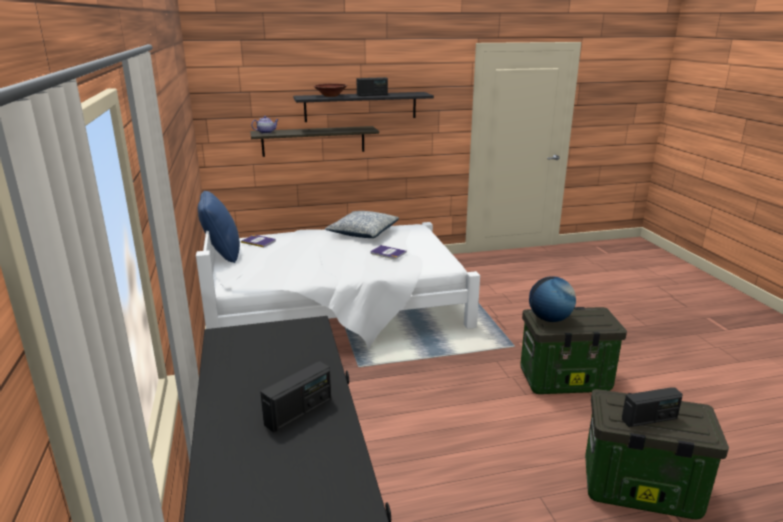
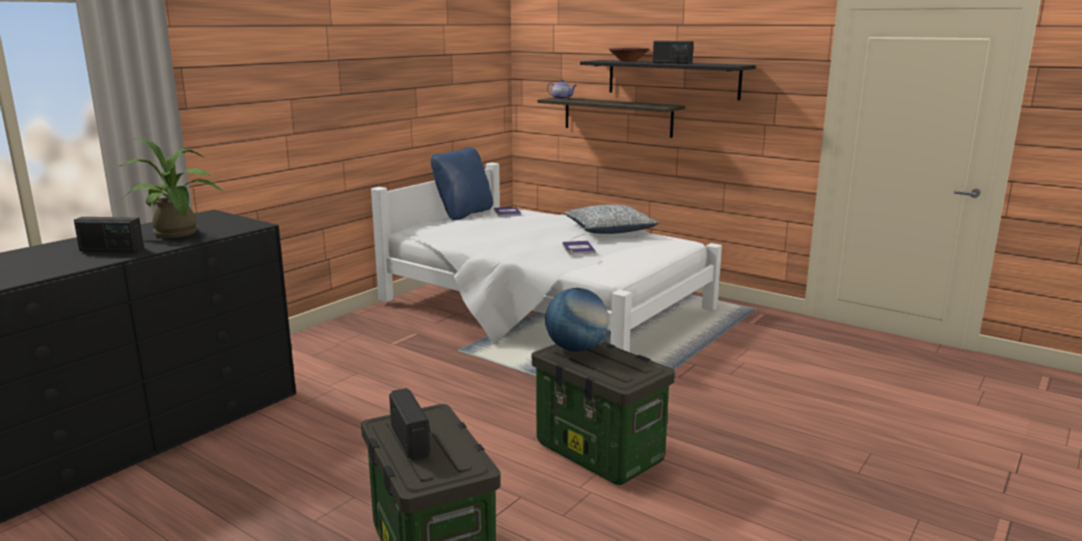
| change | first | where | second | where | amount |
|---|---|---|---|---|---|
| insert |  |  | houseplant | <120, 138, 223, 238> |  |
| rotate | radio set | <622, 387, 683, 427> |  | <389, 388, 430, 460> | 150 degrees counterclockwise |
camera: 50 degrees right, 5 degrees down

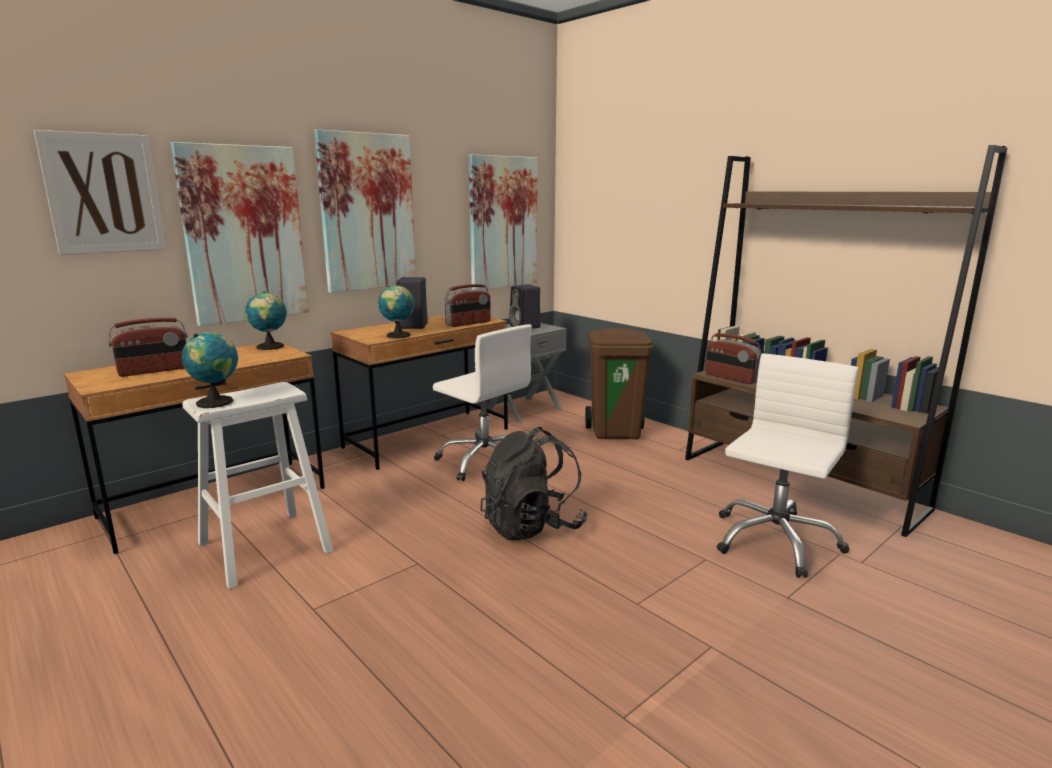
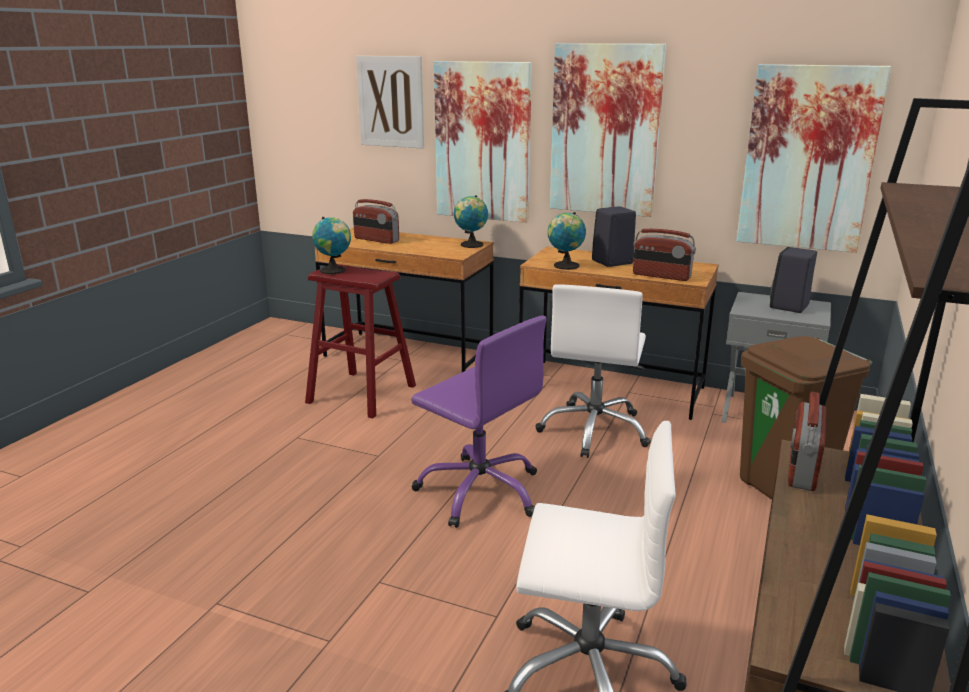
| change | first | where | second | where | amount |
|---|---|---|---|---|---|
| replace | black-coloured rucksack | <480, 427, 588, 540> | purple office chair | <411, 316, 546, 528> |  |
| recolor | white stool | <182, 382, 333, 589> | reddish stool | <305, 264, 416, 418> |  |
camera: 65 degrees right, 5 degrees up

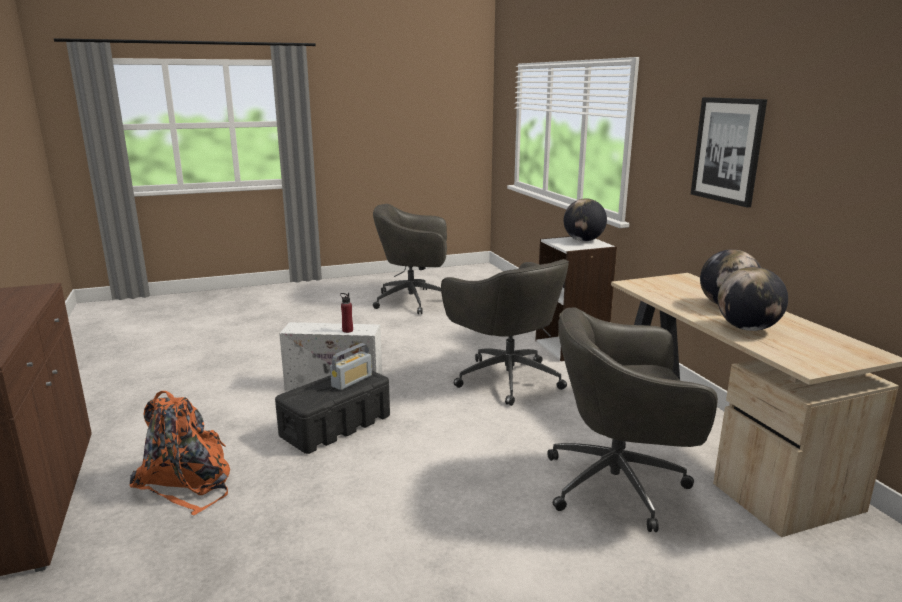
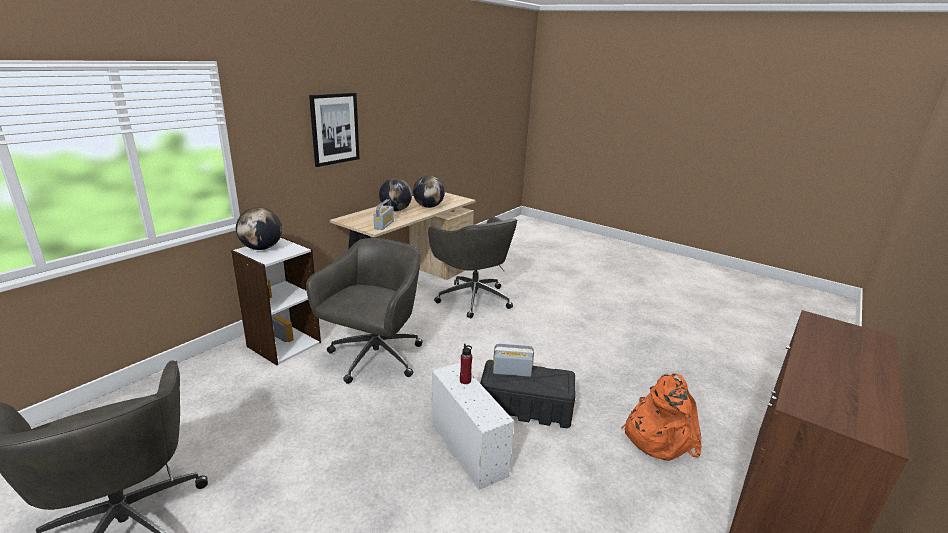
| change | first | where | second | where | amount |
|---|---|---|---|---|---|
| insert |  |  | radio set | <374, 199, 394, 230> |  |
camera: 125 degrees left, 5 degrees up

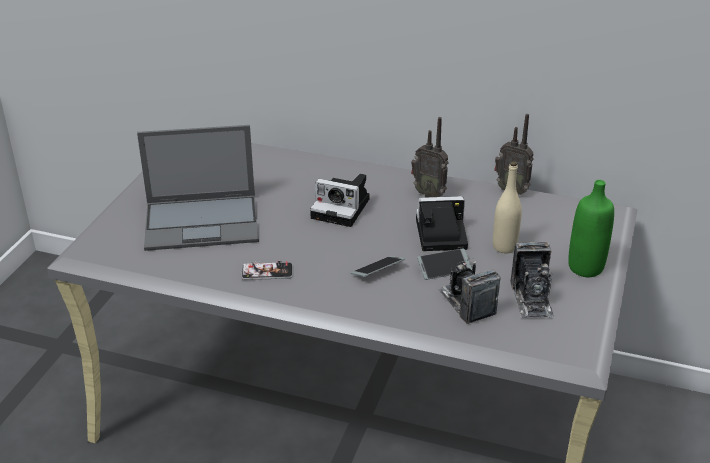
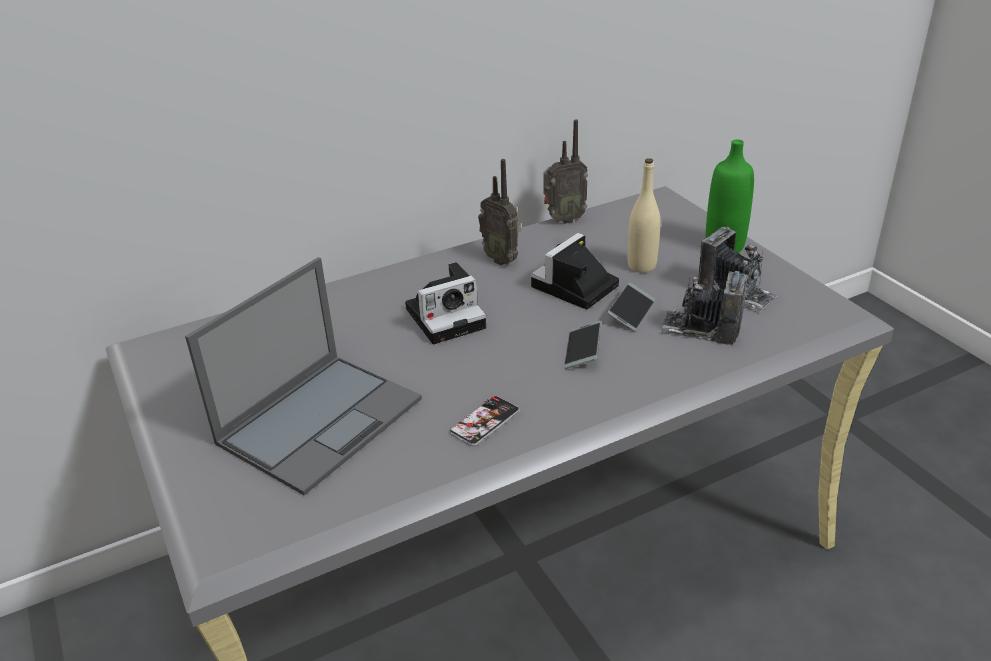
| change | first | where | second | where | amount |
|---|---|---|---|---|---|
| rotate | radio set | <411, 117, 448, 197> |  | <478, 159, 521, 265> | 60 degrees clockwise |
camera: 45 degrees left, 0 degrees up

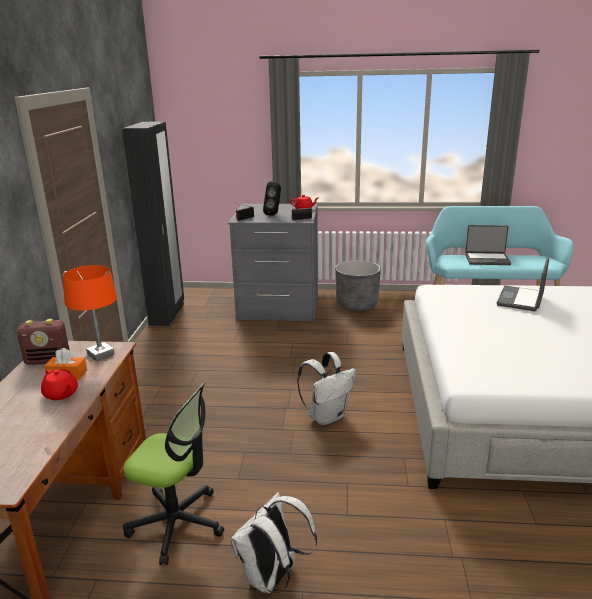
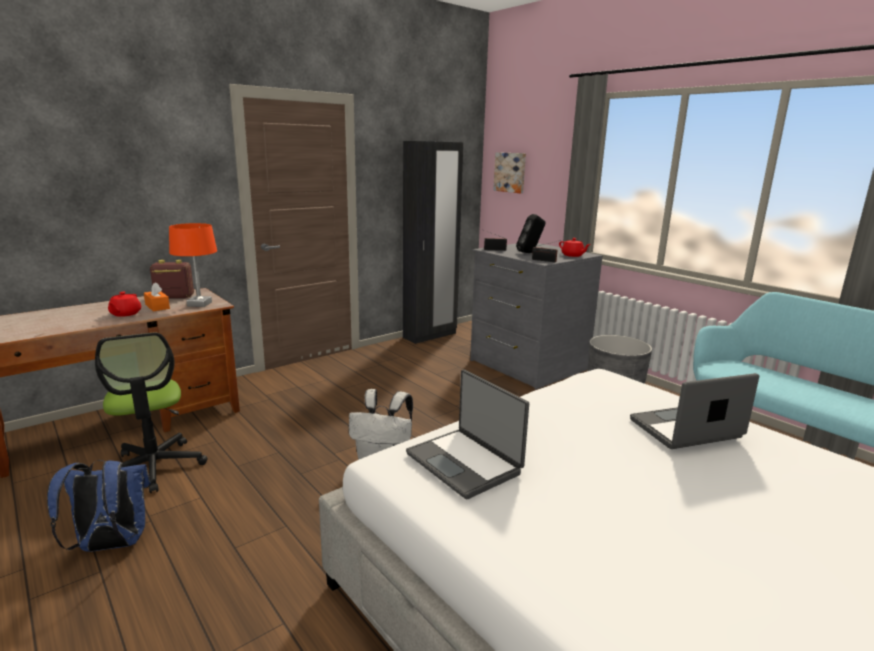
| change | first | where | second | where | amount |
|---|---|---|---|---|---|
| insert |  |  | wall picture | <493, 152, 526, 193> |  |
| move | notebook computer | <465, 225, 511, 265> |  | <406, 369, 529, 500> |  |
| recolor | white rucksack | <230, 492, 317, 593> | blue rucksack | <47, 460, 151, 552> |  |
| rotate | radio set | <17, 319, 70, 365> |  | <150, 260, 194, 299> | 135 degrees clockwise |
camera: 45 degrees right, 5 degrees down

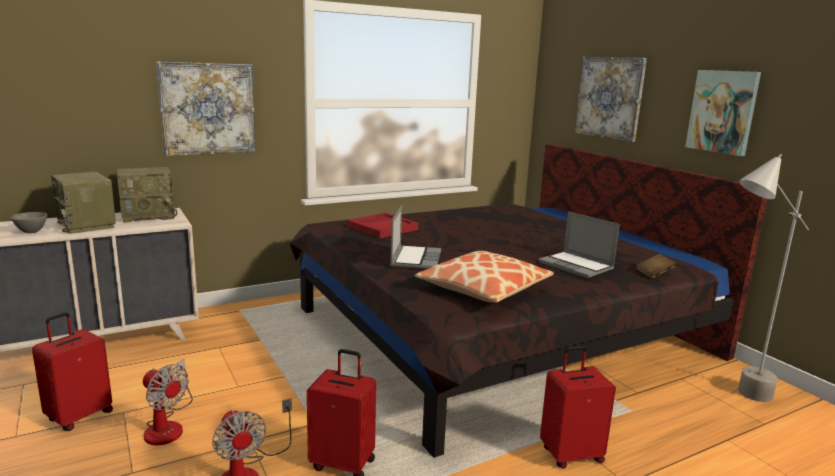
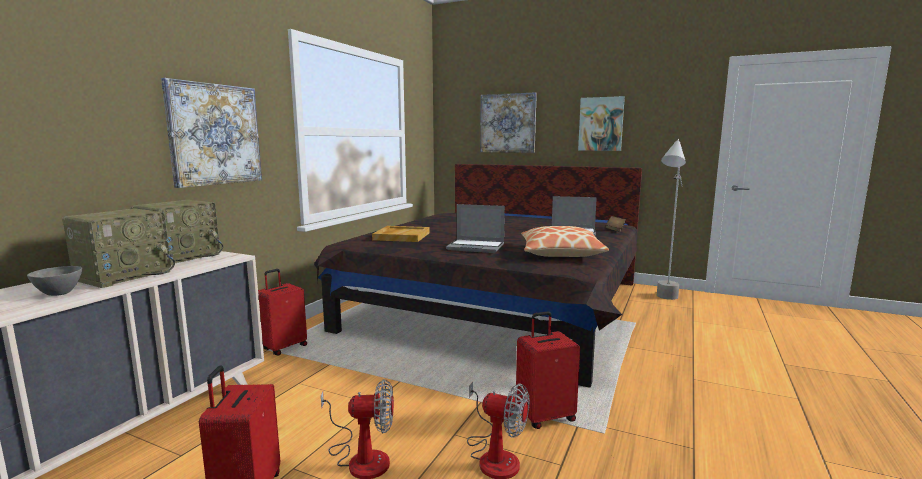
| change | first | where | second | where | amount |
|---|---|---|---|---|---|
| move | reddish travel case | <540, 346, 616, 469> |  | <258, 269, 307, 356> |  |
| recolor | reddish serving tray | <347, 213, 418, 238> | beige-coloured serving tray | <372, 226, 430, 242> |  |
| rotate | radio set | <51, 171, 116, 234> |  | <62, 209, 175, 288> | 75 degrees counterclockwise |
| rotate | notebook computer | <390, 205, 441, 269> |  | <446, 204, 505, 253> | 135 degrees clockwise |
camera: 35 degrees left, 5 degrees down

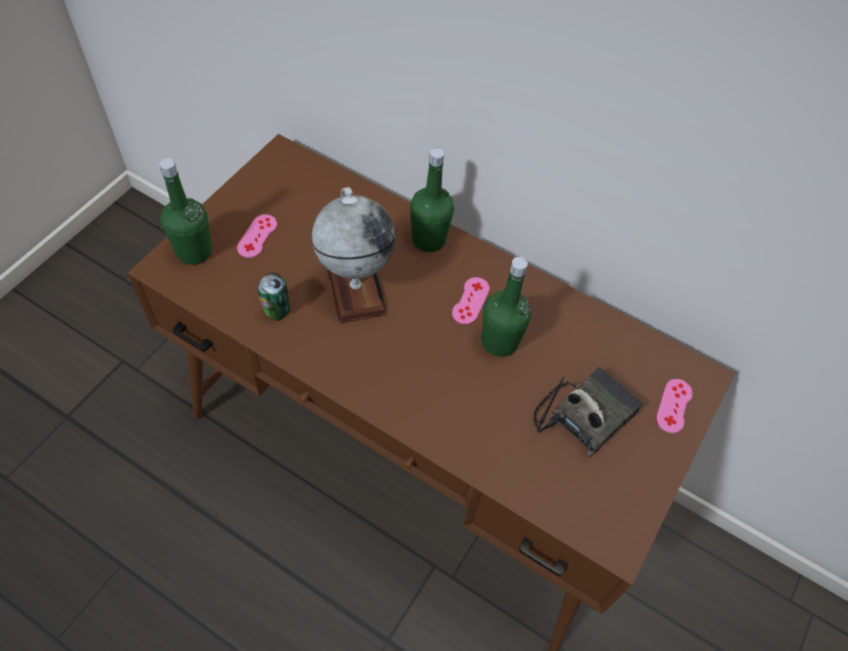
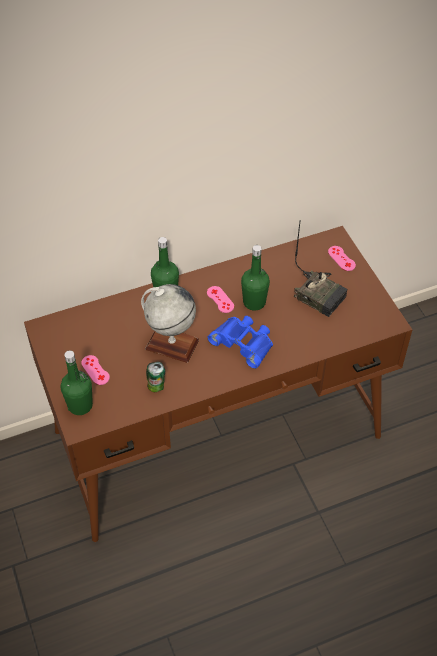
| change | first | where | second | where | amount |
|---|---|---|---|---|---|
| insert |  |  | blue field glasses | <207, 316, 273, 369> |  |
| rotate | radio set | <533, 367, 643, 457> |  | <294, 222, 347, 317> | 135 degrees clockwise |
camera: 50 degrees left, 5 degrees down

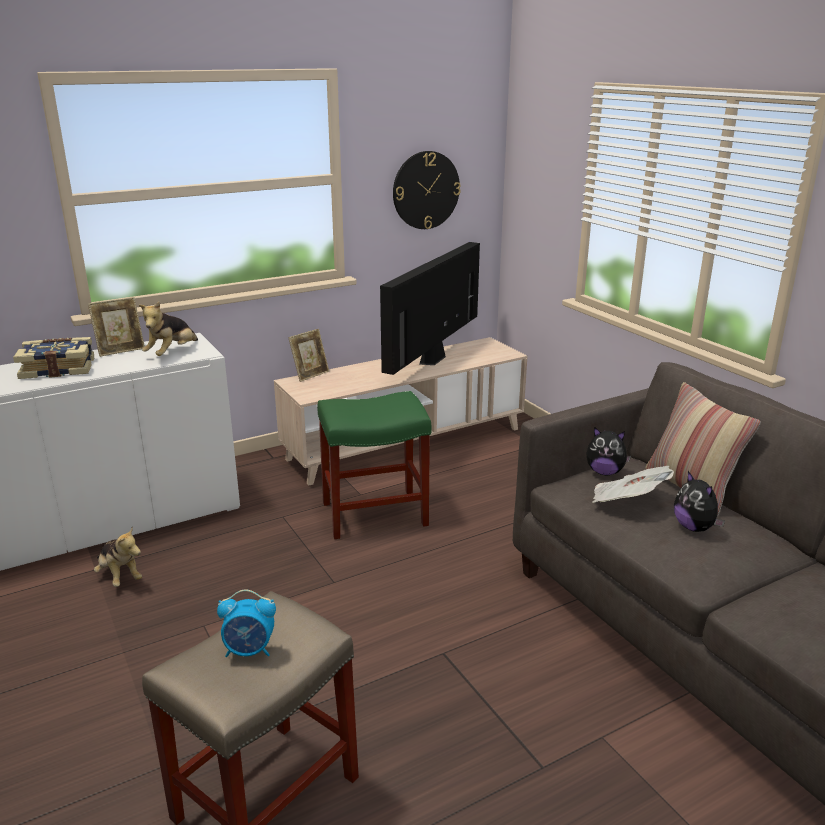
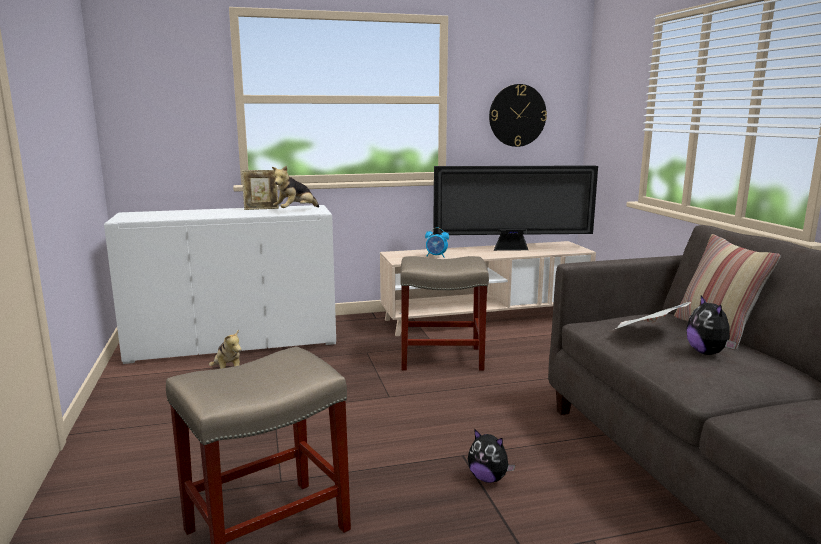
| change | first | where | second | where | amount |
|---|---|---|---|---|---|
| delete | volume | <13, 337, 94, 379> |  |  |  |
| delete | photo frame | <288, 329, 329, 382> |  |  |  |
| move | table clock | <217, 589, 276, 657> |  | <425, 227, 449, 257> |  |
| move | cuddly toy | <586, 427, 631, 475> |  | <468, 429, 515, 483> |  |
| recolor | green-coloured stool | <317, 391, 432, 539> | beige-coloured stool | <400, 256, 489, 371> |  |
| rotate | TV set | <380, 242, 480, 375> |  | <433, 165, 598, 251> | 135 degrees counterclockwise |
camera: 15 degrees right, 10 degrees down

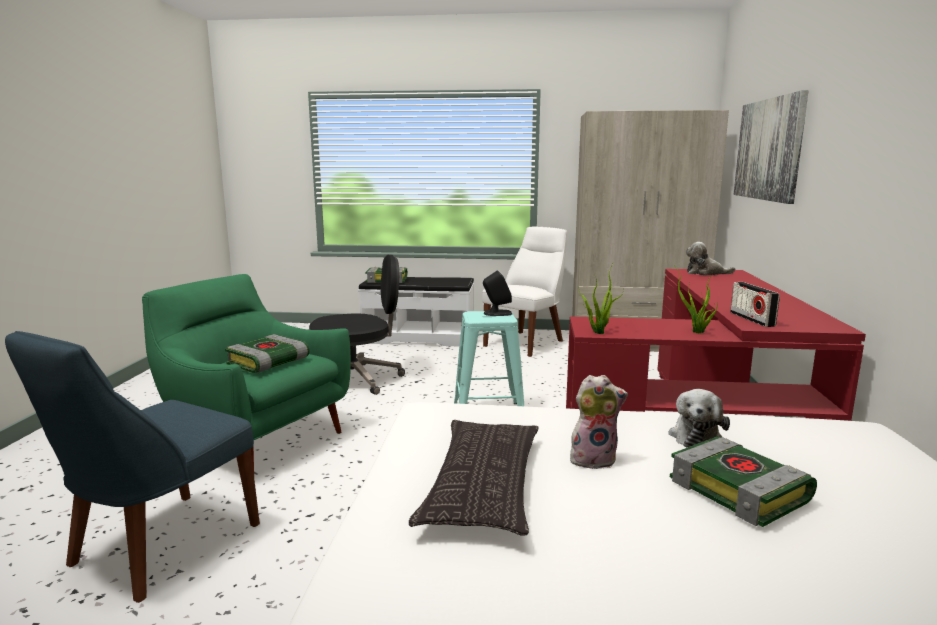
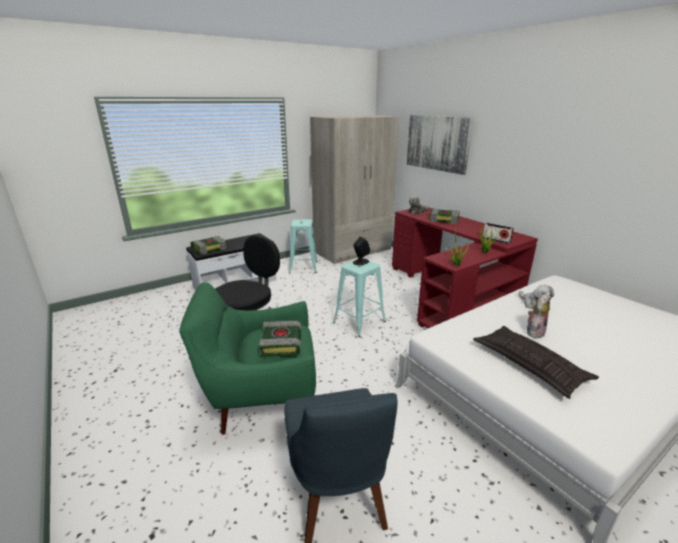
| change | first | where | second | where | amount |
|---|---|---|---|---|---|
| move | volume | <670, 437, 817, 527> |  | <429, 209, 460, 224> |  |
| replace | white chair | <482, 227, 567, 357> | turquoise-coloured stool | <289, 219, 317, 274> |  |
camera: 40 degrees left, 10 degrees up

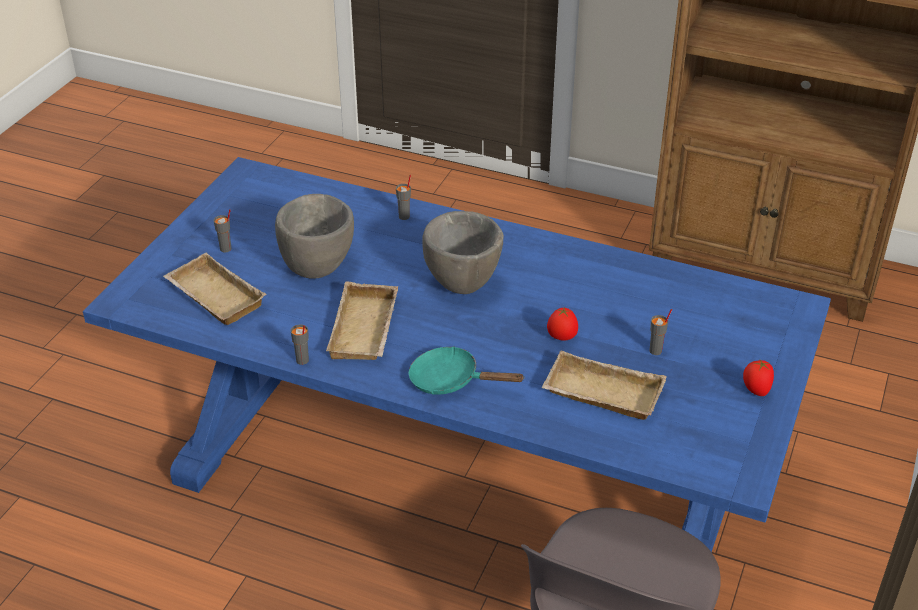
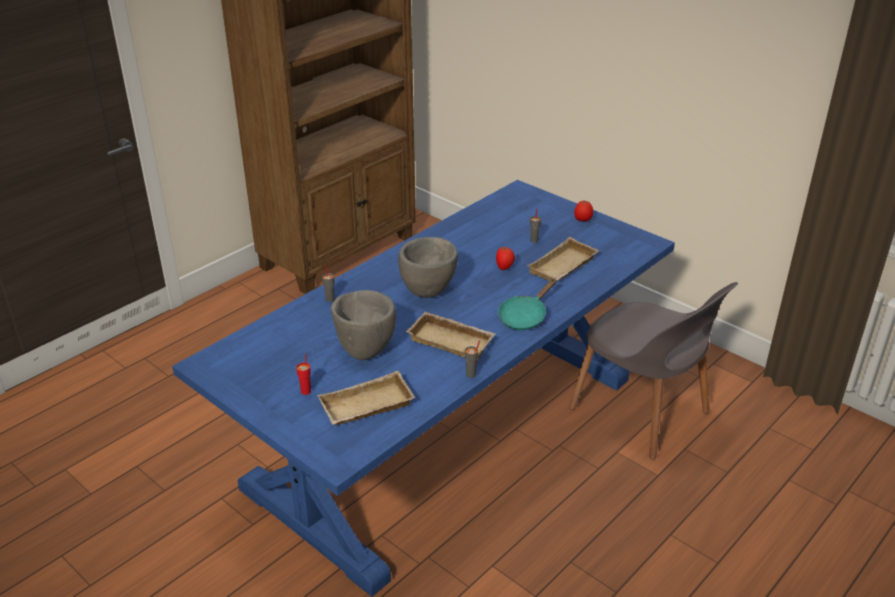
| change | first | where | second | where | amount |
|---|---|---|---|---|---|
| recolor | gray small cup | <214, 209, 231, 252> | reddish small cup | <296, 353, 311, 395> |  |
camera: 70 degrees left, 5 degrees down

